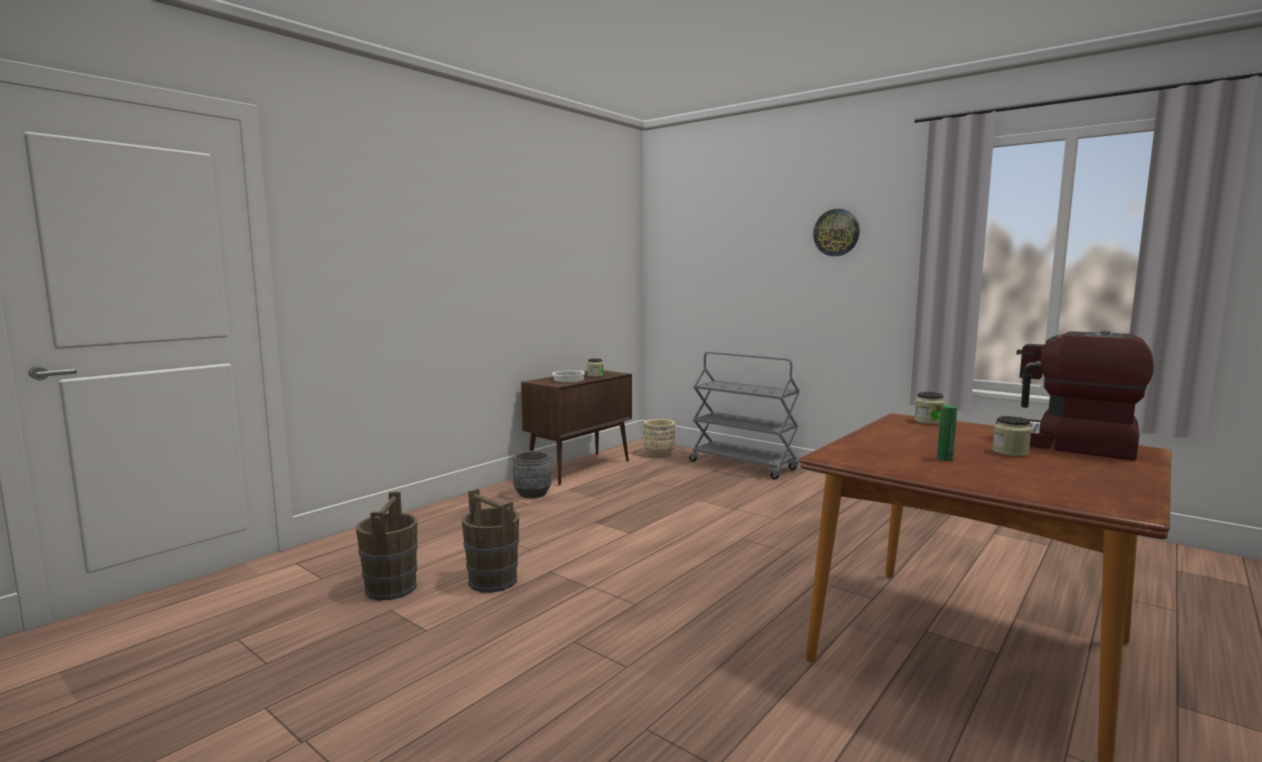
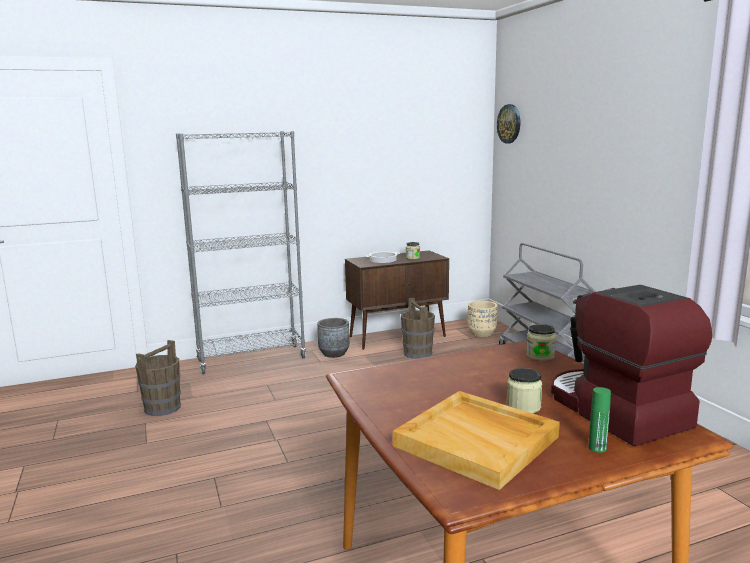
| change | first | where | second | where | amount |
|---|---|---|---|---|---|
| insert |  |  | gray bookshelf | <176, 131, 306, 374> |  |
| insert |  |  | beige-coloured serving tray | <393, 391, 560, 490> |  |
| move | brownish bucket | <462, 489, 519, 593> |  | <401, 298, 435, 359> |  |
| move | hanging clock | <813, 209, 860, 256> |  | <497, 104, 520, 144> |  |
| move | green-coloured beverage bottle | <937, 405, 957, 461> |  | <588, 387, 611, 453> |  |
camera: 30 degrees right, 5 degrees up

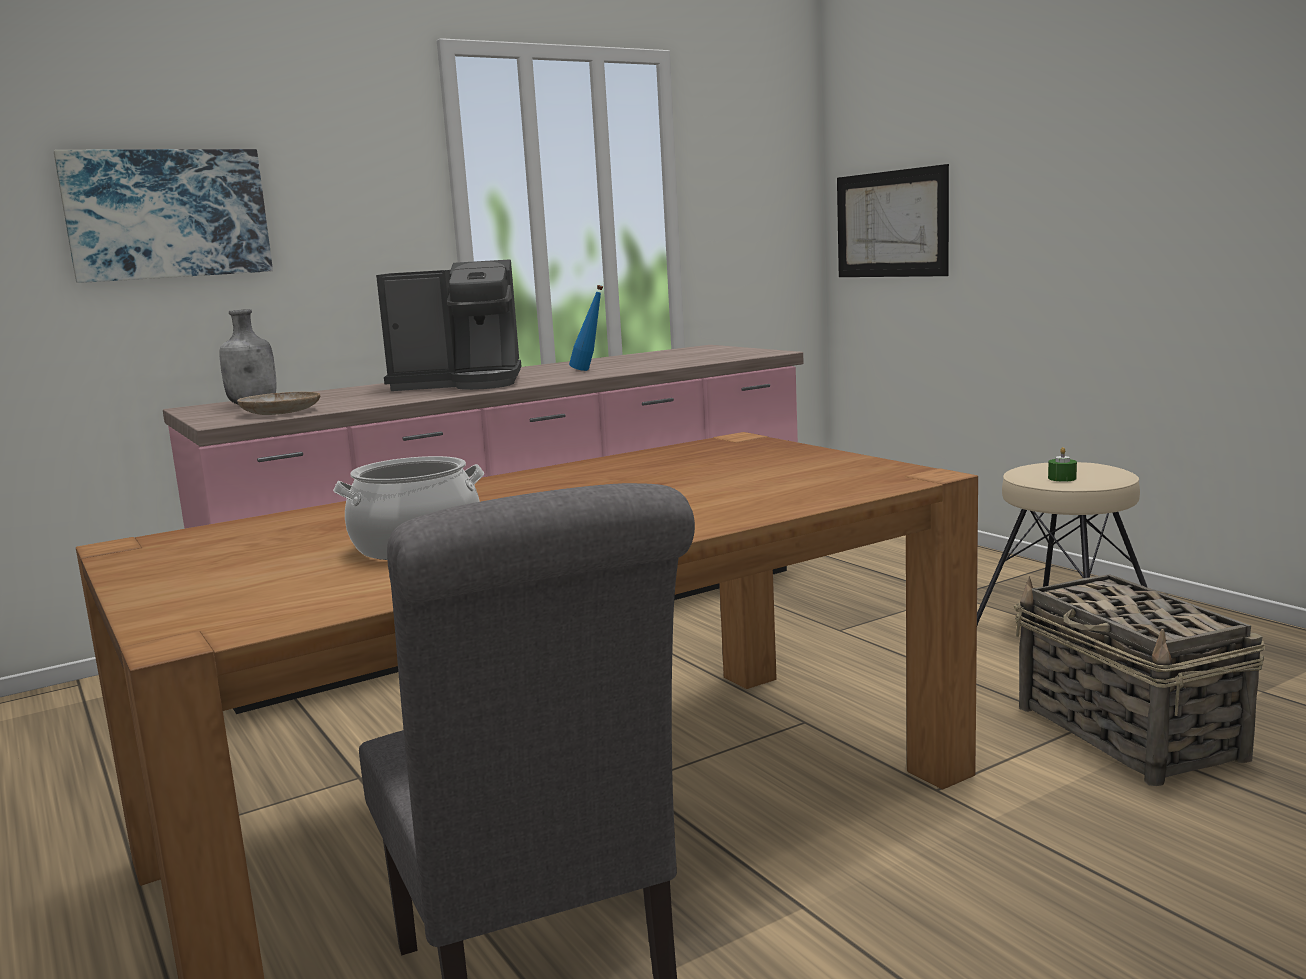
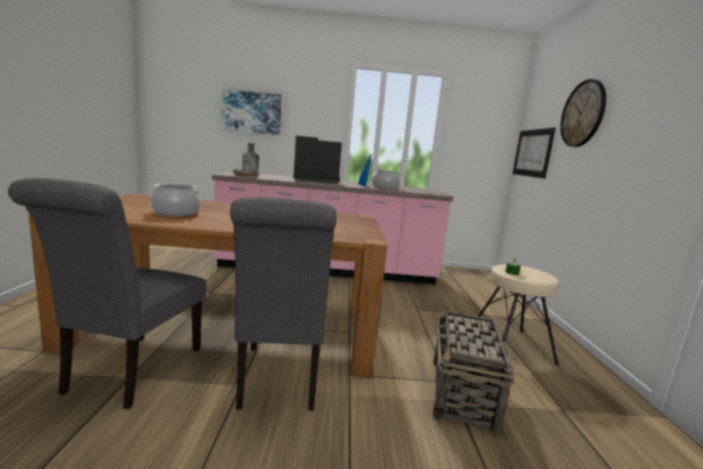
| change | first | where | second | where | amount |
|---|---|---|---|---|---|
| insert |  |  | gray chair | <230, 197, 337, 410> |  |
| insert |  |  | stockpot | <372, 170, 400, 189> |  |
| insert |  |  | hanging clock | <560, 79, 606, 147> |  |
| rotate | coffee maker | <376, 259, 521, 391> |  | <293, 136, 342, 184> | 150 degrees clockwise |
camera: 30 degrees right, 0 degrees up

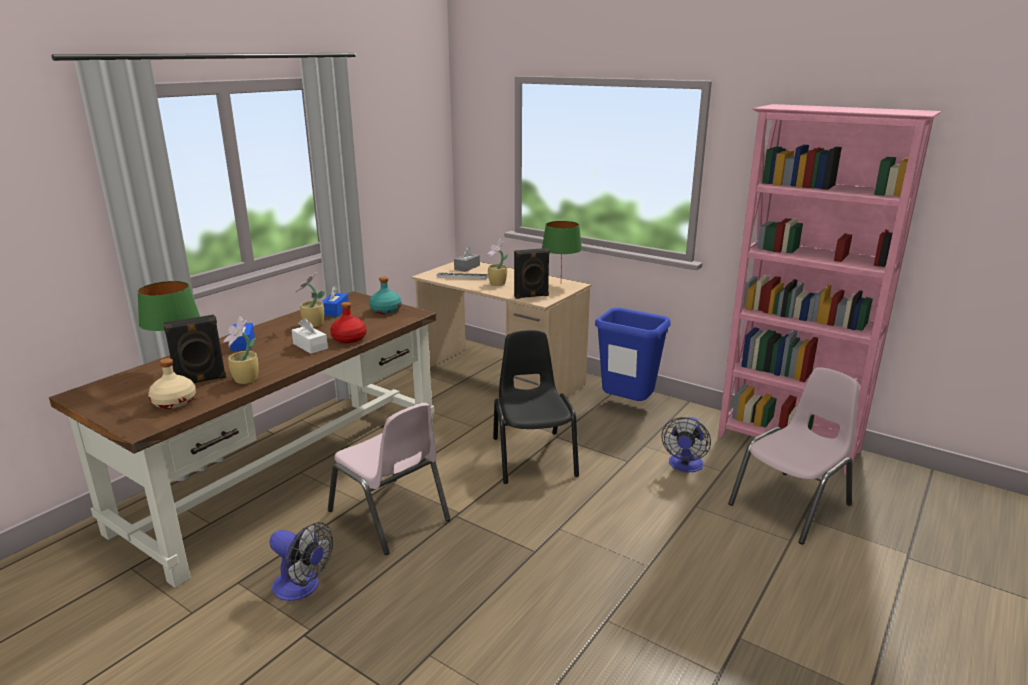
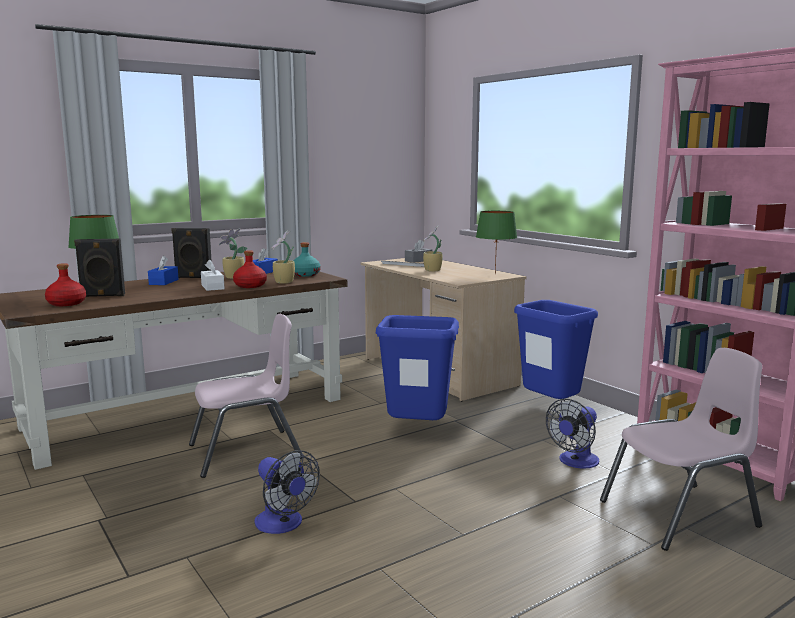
| change | first | where | second | where | amount |
|---|---|---|---|---|---|
| move | houseplant | <223, 316, 259, 384> |  | <271, 231, 295, 284> |  |
| move | fan | <269, 522, 333, 601> |  | <254, 450, 320, 534> |  |
| move | black-coloured loudspeaker | <514, 248, 550, 299> |  | <171, 228, 212, 278> |  |
| replace | black-coloured chair | <493, 330, 579, 484> | blue rubbish bin | <376, 315, 459, 420> |  |
| recolor | beige-coloured beverage bottle | <148, 358, 196, 409> | reddish beverage bottle | <45, 263, 86, 306> |  |
| rotate | pink chair | <328, 403, 450, 555> |  | <189, 314, 302, 478> | 90 degrees counterclockwise |
camera: 20 degrees right, 10 degrees down

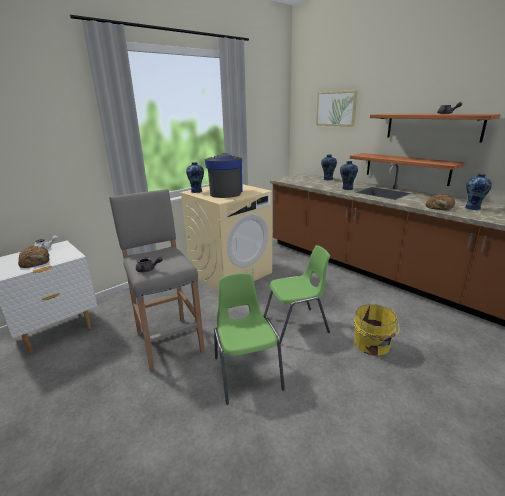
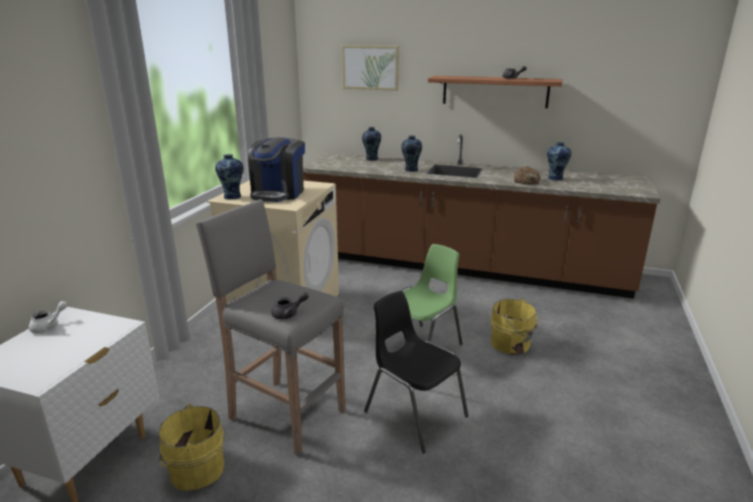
| change | first | where | second | where | amount |
|---|---|---|---|---|---|
| delete | baked bread | <18, 246, 50, 268> |  |  |  |
| delete | bracket shelf | <350, 153, 465, 186> |  |  |  |
| insert |  |  | yellow bucket | <158, 404, 224, 491> |  |
| recolor | green-coloured chair | <214, 273, 285, 405> | black-coloured chair | <364, 291, 469, 453> |  |
| rotate | coffee maker | <205, 153, 243, 198> |  | <248, 137, 305, 202> | 135 degrees counterclockwise |
camera: 30 degrees left, 0 degrees up

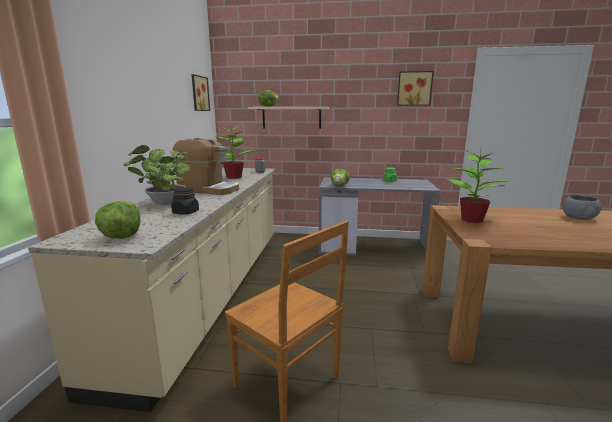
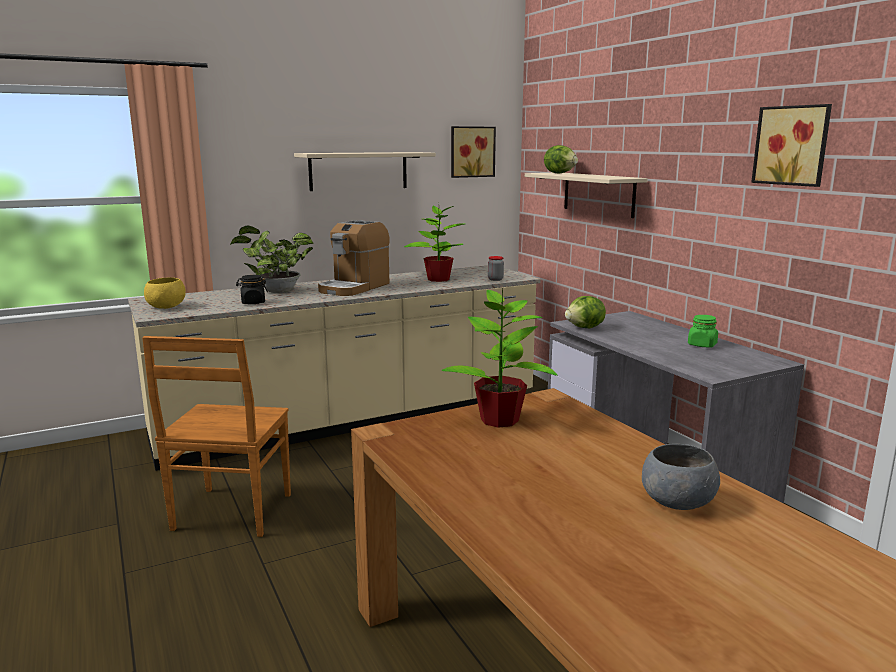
| change | first | where | second | where | amount |
|---|---|---|---|---|---|
| insert |  |  | beige-coloured bracket shelf | <294, 152, 436, 191> |  |
| replace | lettuce | <95, 201, 140, 239> | yellow bowl | <144, 277, 186, 309> |  |
| rotate | coffee maker | <173, 138, 239, 195> |  | <318, 220, 390, 296> | 45 degrees clockwise |
camera: 55 degrees right, 0 degrees up

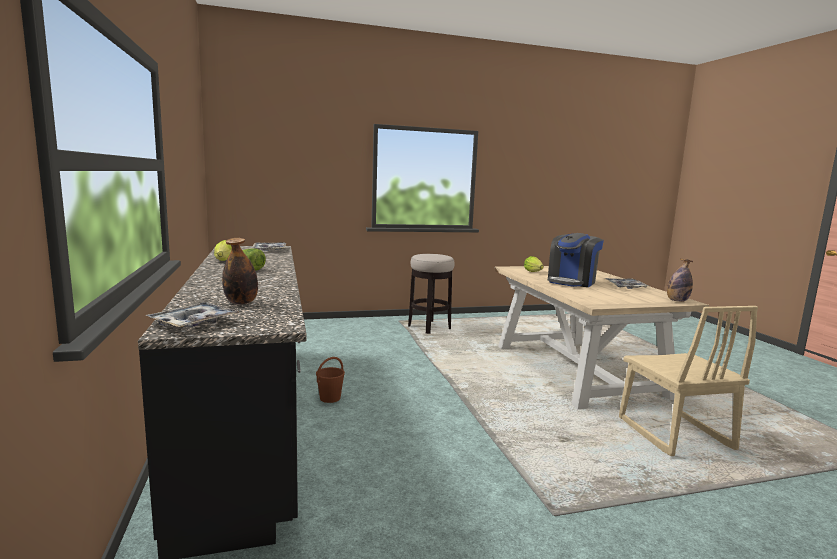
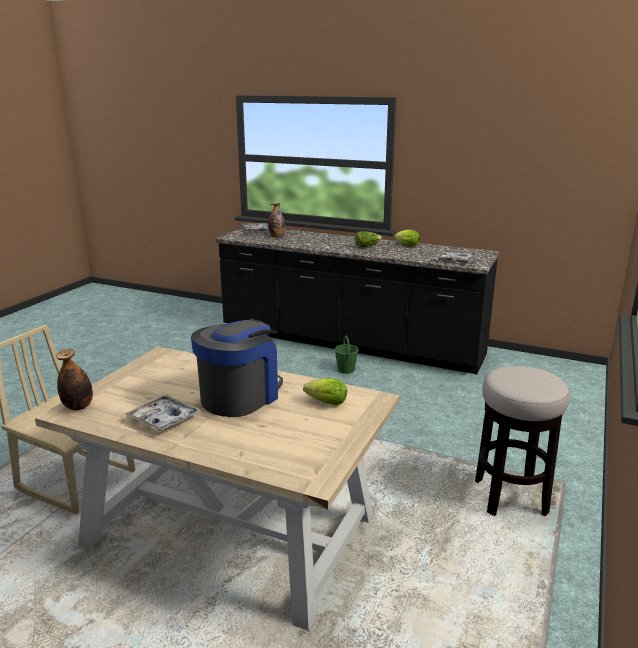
| change | first | where | second | where | amount |
|---|---|---|---|---|---|
| recolor | brownish bucket | <316, 357, 345, 403> | green-coloured bucket | <335, 335, 359, 374> |  |
| rotate | coffee maker | <548, 233, 604, 287> |  | <191, 318, 283, 417> | 45 degrees clockwise |
camera: 130 degrees right, 10 degrees up

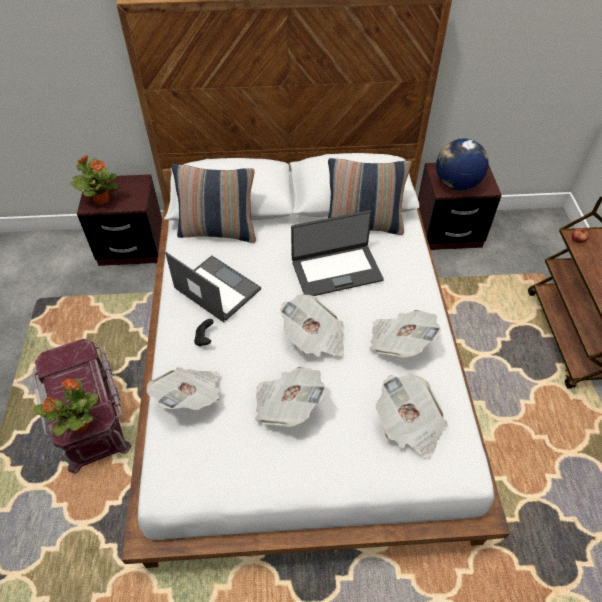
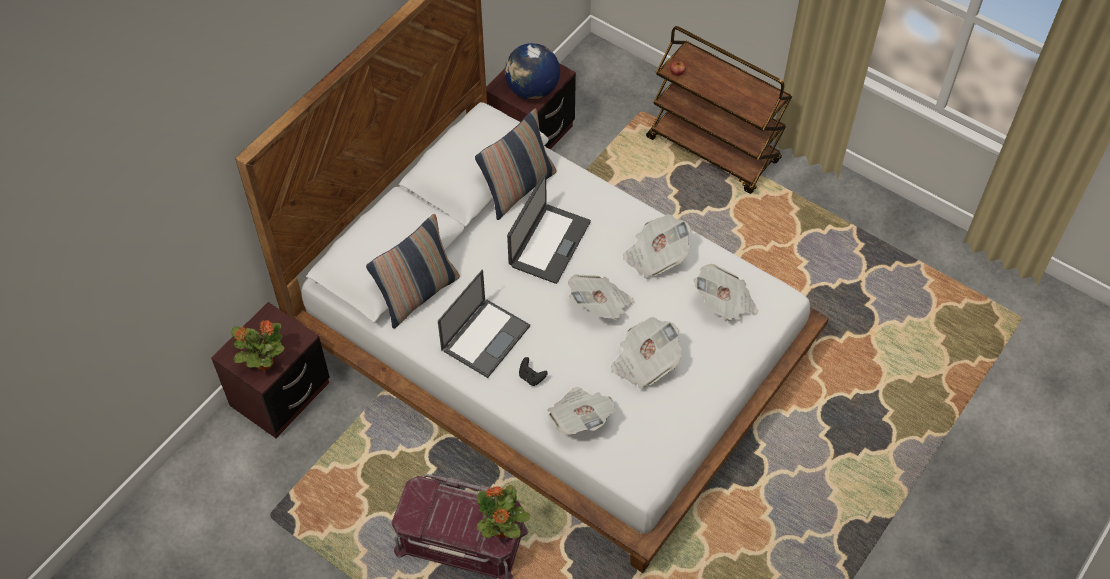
| change | first | where | second | where | amount |
|---|---|---|---|---|---|
| rotate | notebook computer | <165, 252, 261, 322> |  | <438, 270, 530, 378> | 135 degrees clockwise |
camera: 50 degrees left, 5 degrees up

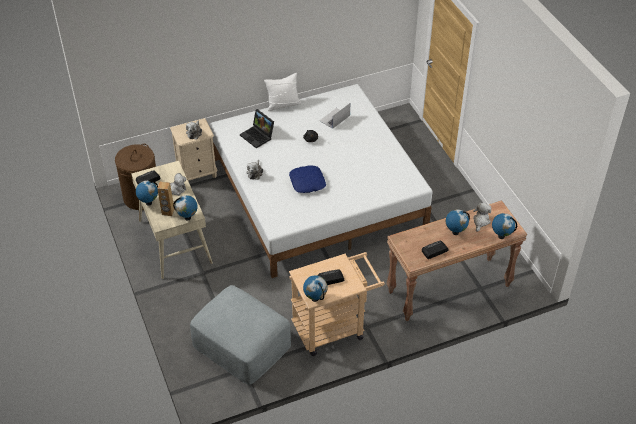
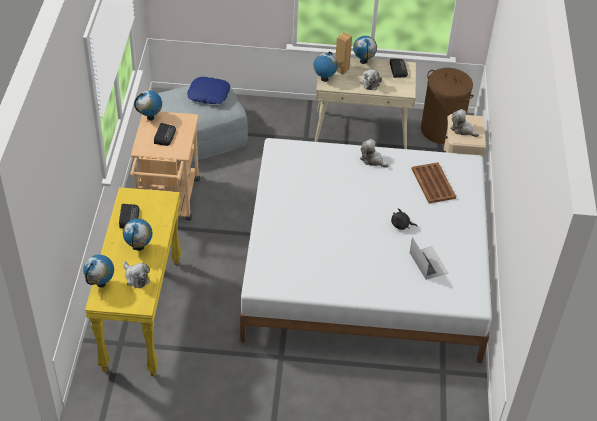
| change | first | where | second | where | amount |
|---|---|---|---|---|---|
| delete | white pillow | <264, 73, 301, 111> |  |  |  |
| move | blue pillow | <289, 166, 326, 193> |  | <187, 77, 230, 104> |  |
| replace | notebook computer | <240, 109, 274, 148> | brownish serving tray | <412, 162, 456, 203> |  |
| recolor | brownish narrow table | <386, 200, 527, 321> | yellow narrow table | <85, 187, 181, 376> |  |
camera: 115 degrees right, 0 degrees up

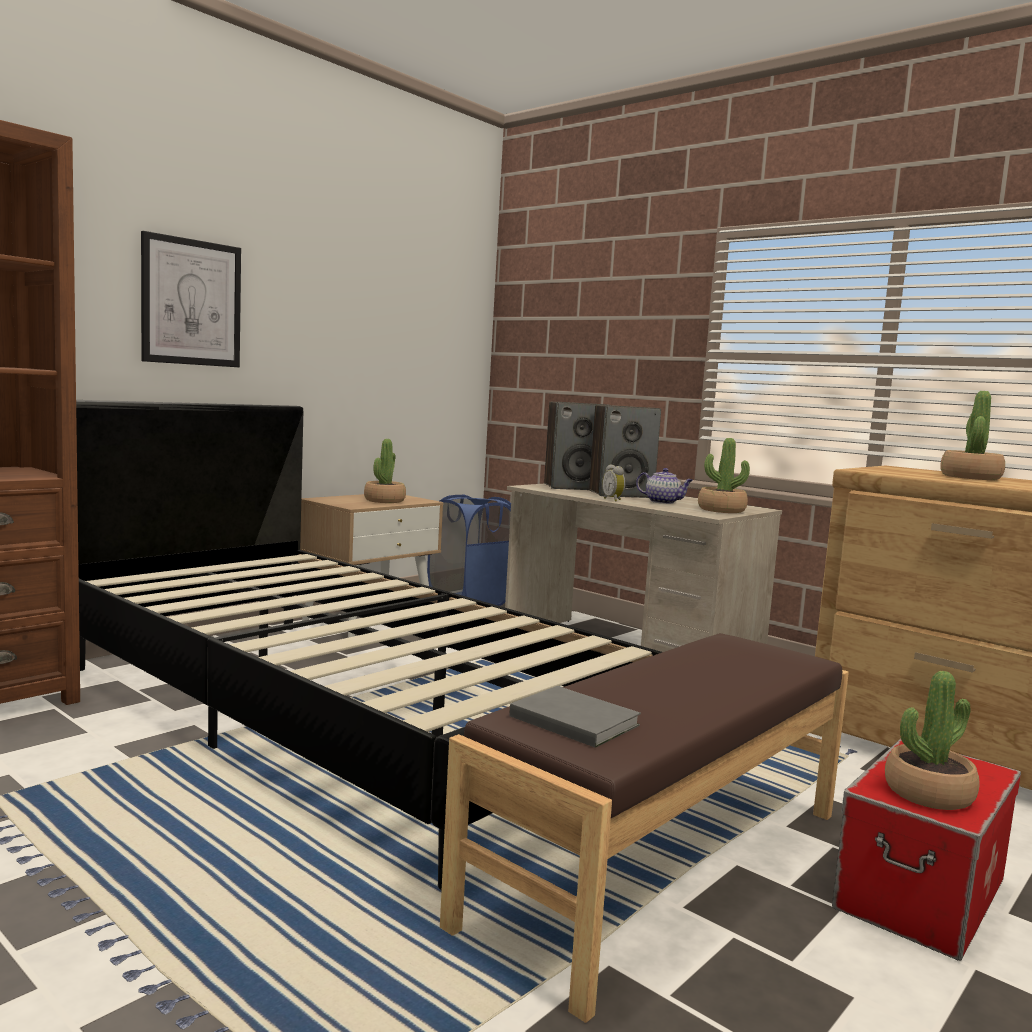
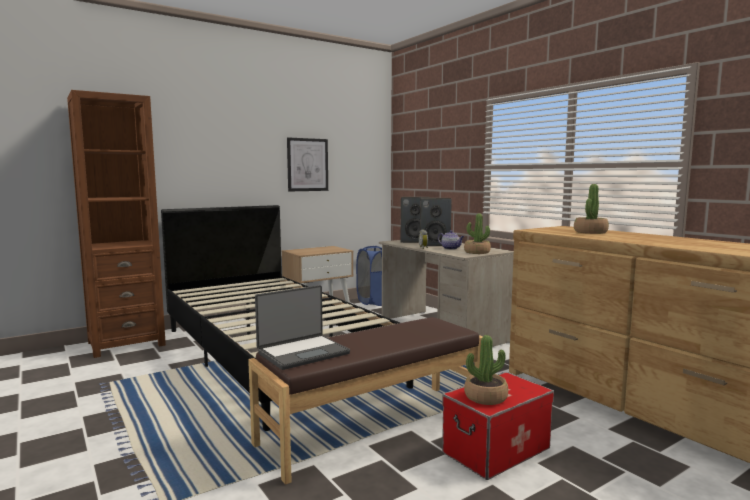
| change | first | where | second | where | amount |
|---|---|---|---|---|---|
| delete | houseplant | <364, 439, 406, 503> |  |  |  |
| move | wall picture | <141, 231, 241, 367> |  | <287, 137, 328, 191> |  |
| replace | gray volume | <510, 686, 641, 748> | notebook computer | <255, 285, 350, 370> |  |
camera: 15 degrees right, 0 degrees up

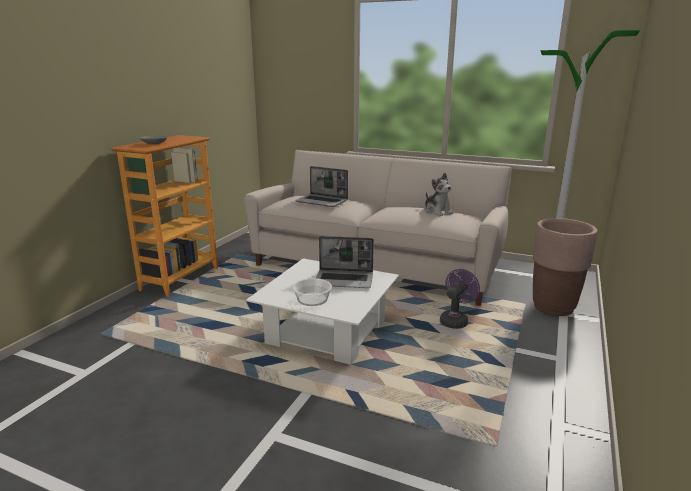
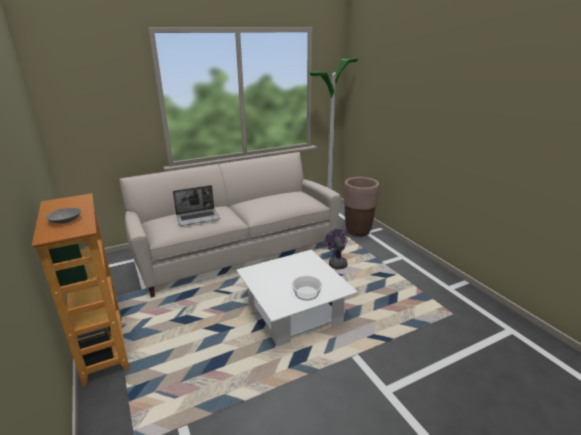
| change | first | where | second | where | amount |
|---|---|---|---|---|---|
| delete | notebook computer | <316, 236, 374, 288> |  |  |  |
| delete | cuddly toy | <425, 173, 454, 216> |  |  |  |
camera: 50 degrees left, 5 degrees up

